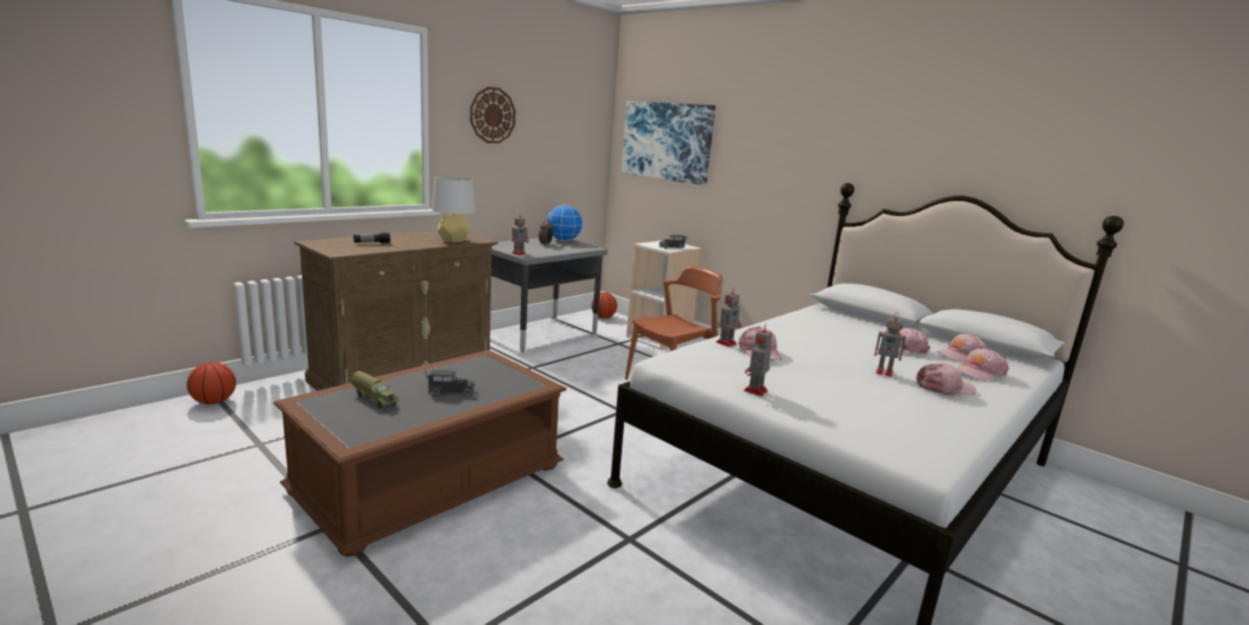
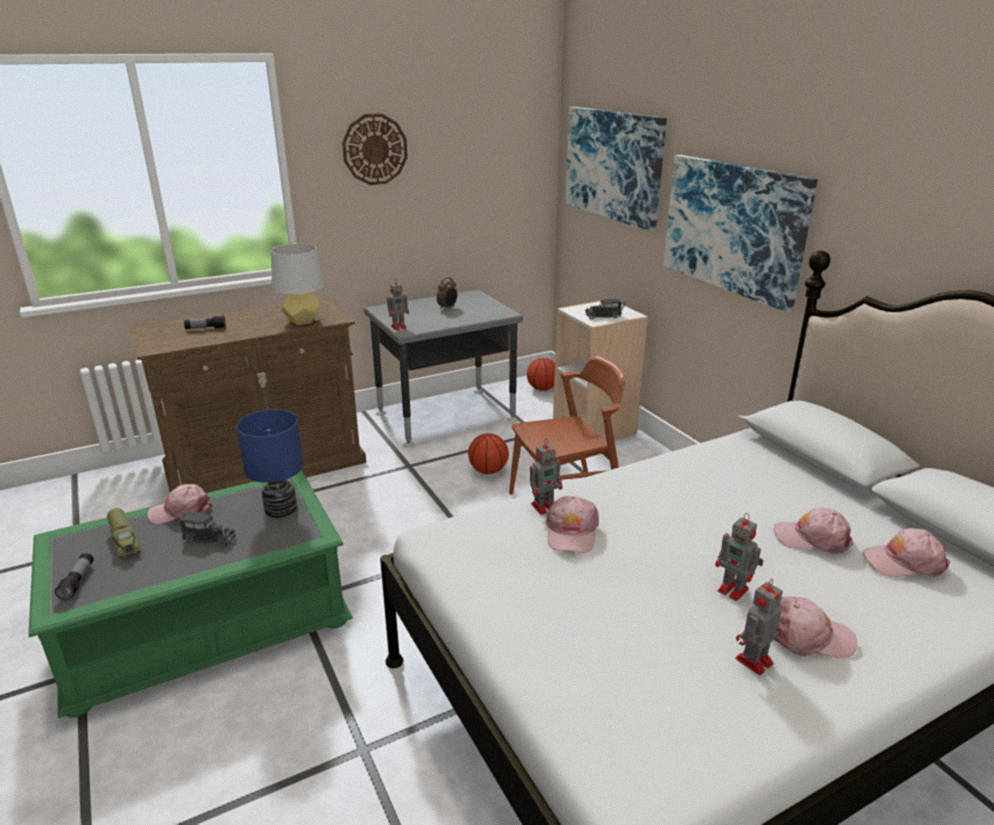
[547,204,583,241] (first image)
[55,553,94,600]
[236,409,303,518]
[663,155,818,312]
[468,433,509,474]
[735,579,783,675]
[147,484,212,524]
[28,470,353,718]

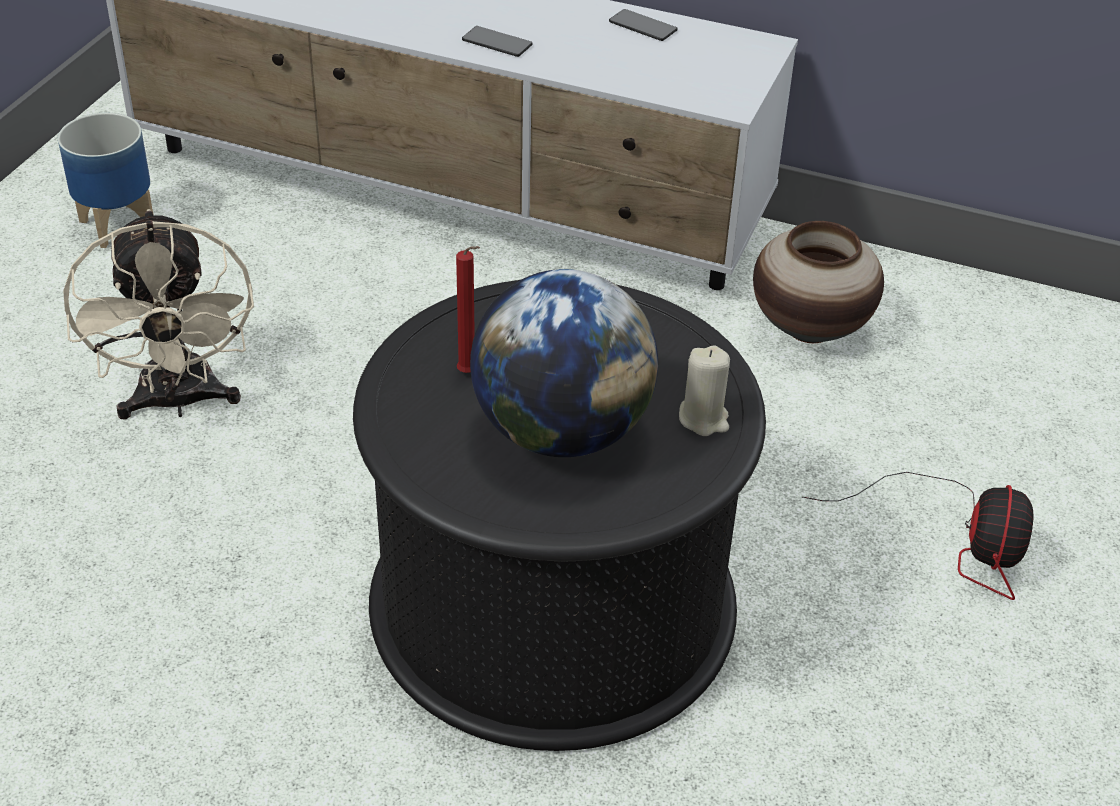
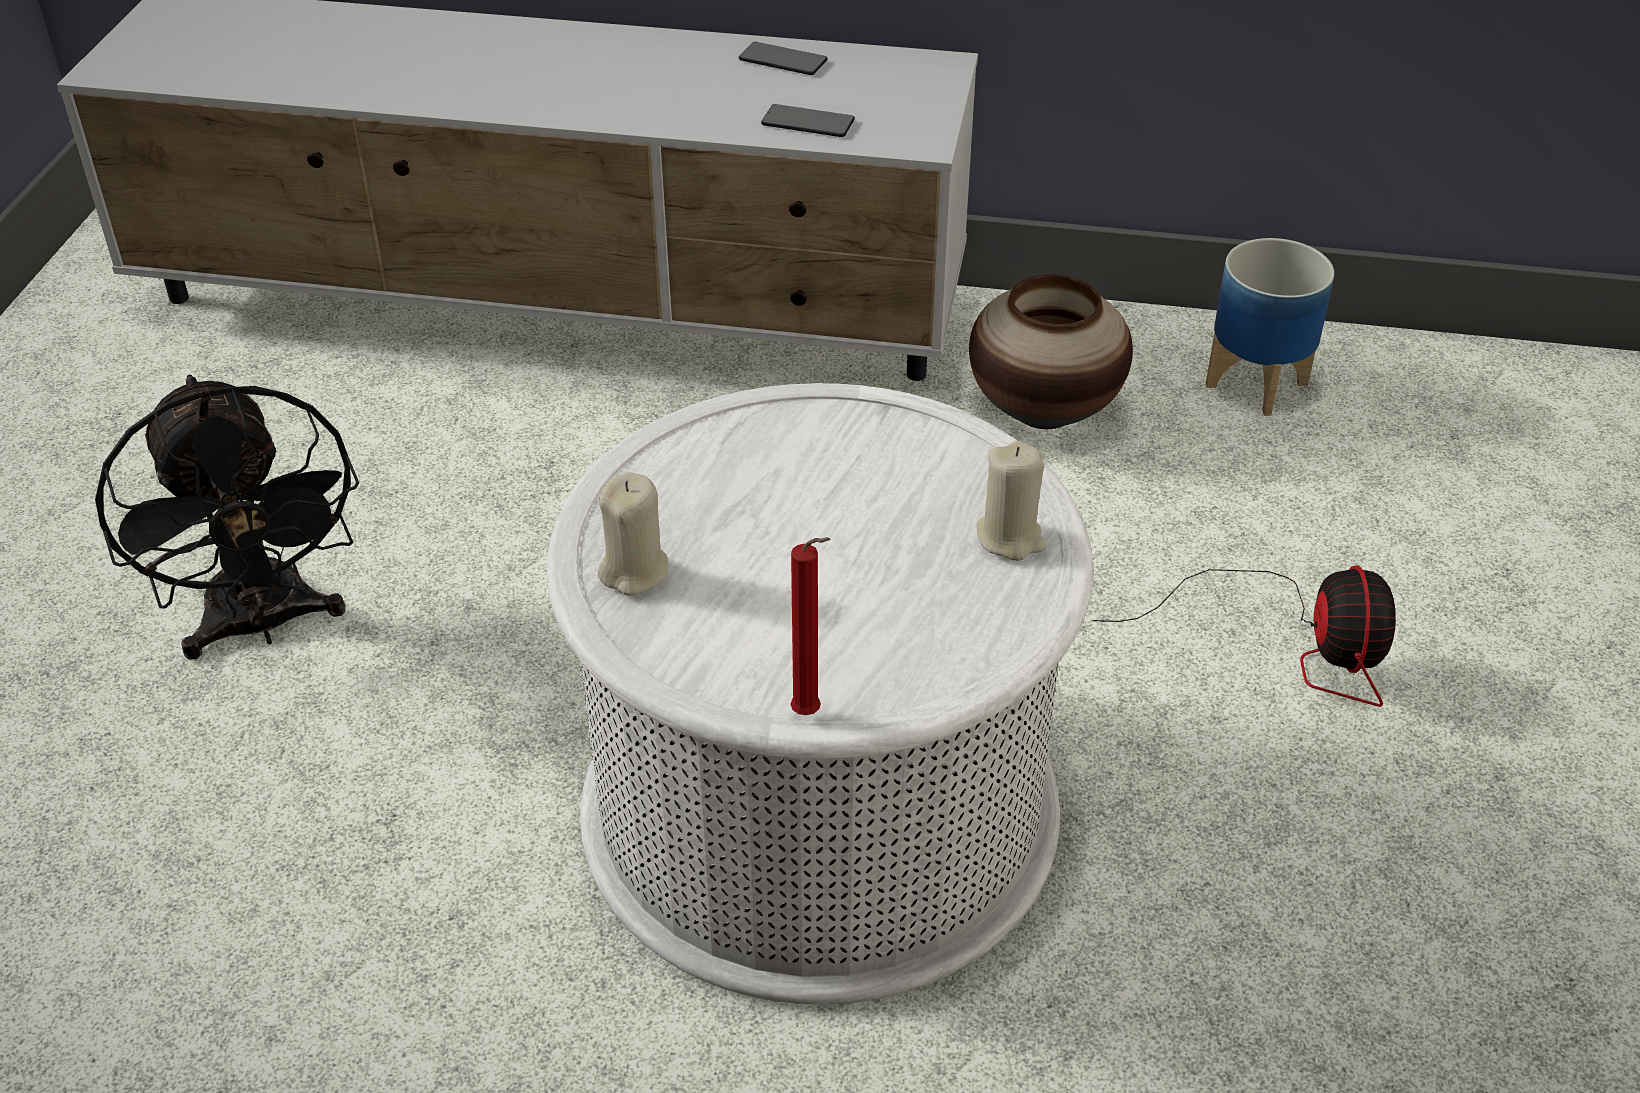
[470,269,658,457] (first image)
[598,472,668,596]
[1206,238,1335,416]
[790,537,831,715]
[761,104,855,137]
[95,375,359,660]
[547,383,1093,1005]

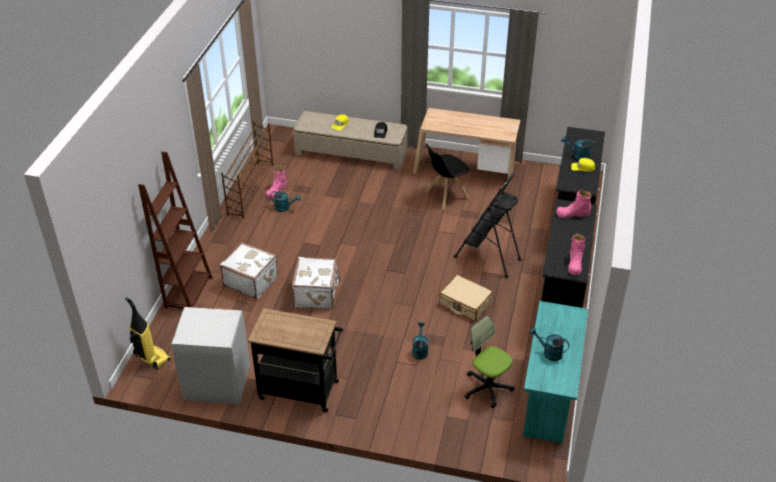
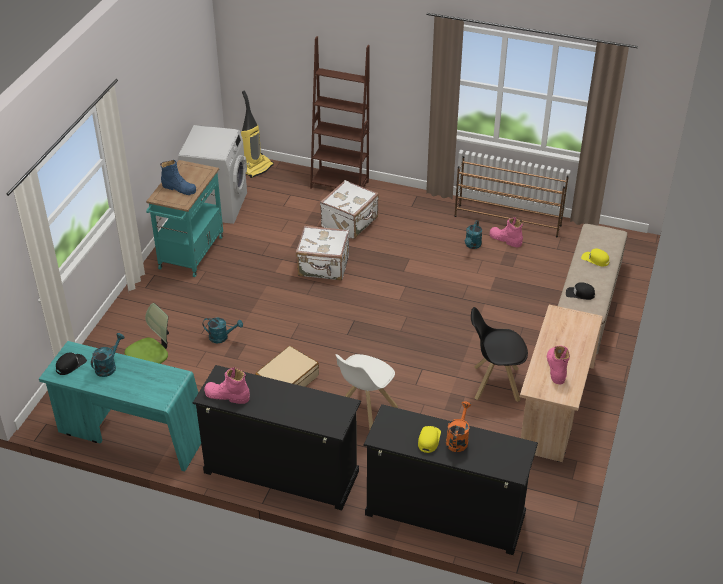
[56,353,87,375]
[160,160,196,195]
[547,346,570,384]
[336,354,398,431]
[146,160,223,277]
[446,401,471,452]
[471,307,528,402]

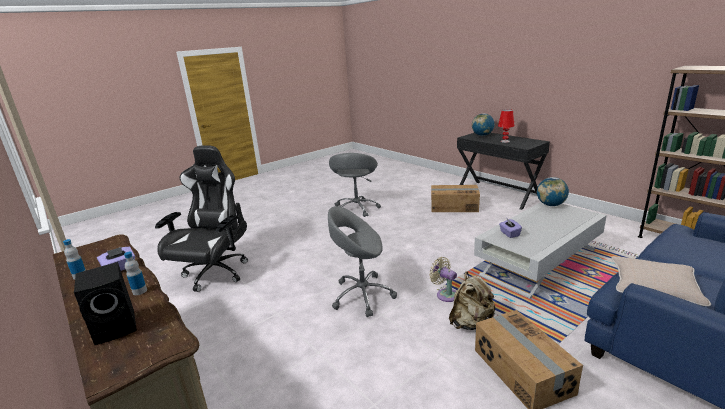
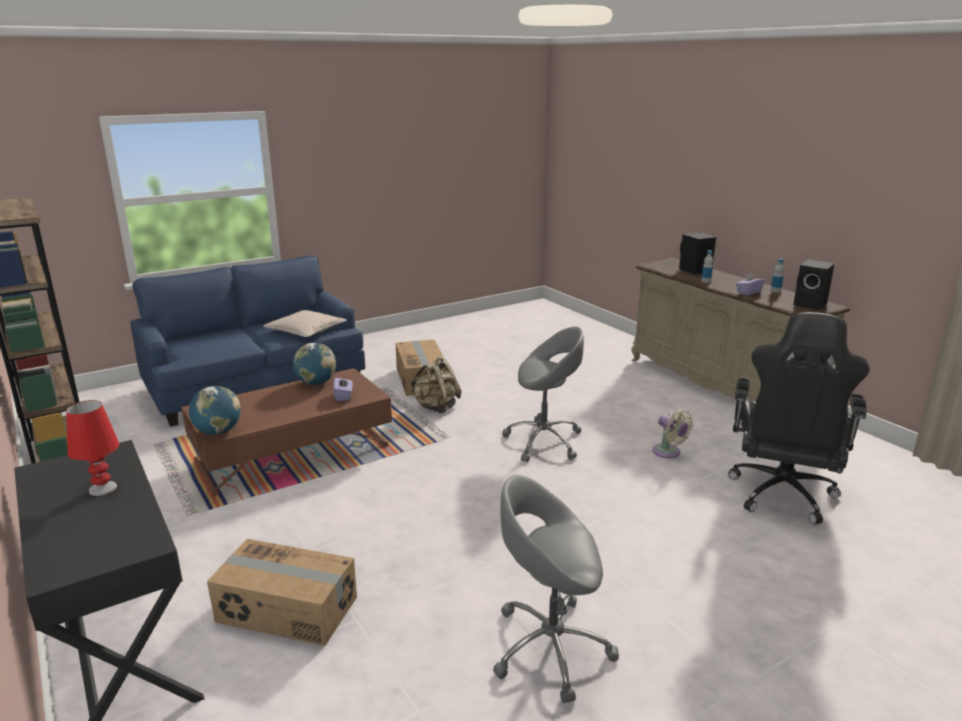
[793,260,835,310]
[652,410,693,458]
[293,343,336,385]
[181,368,392,496]
[493,475,619,703]

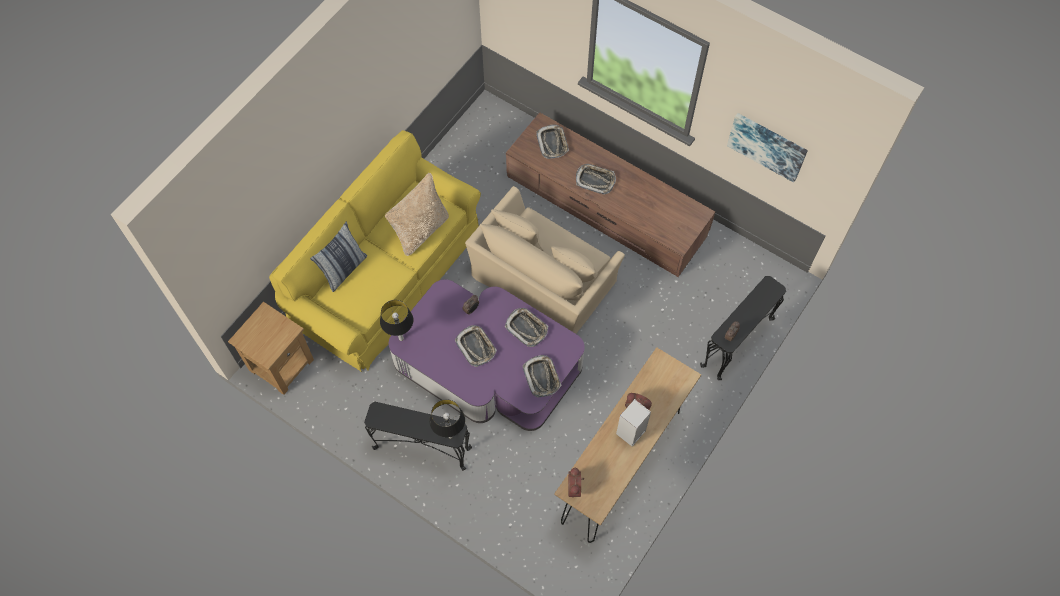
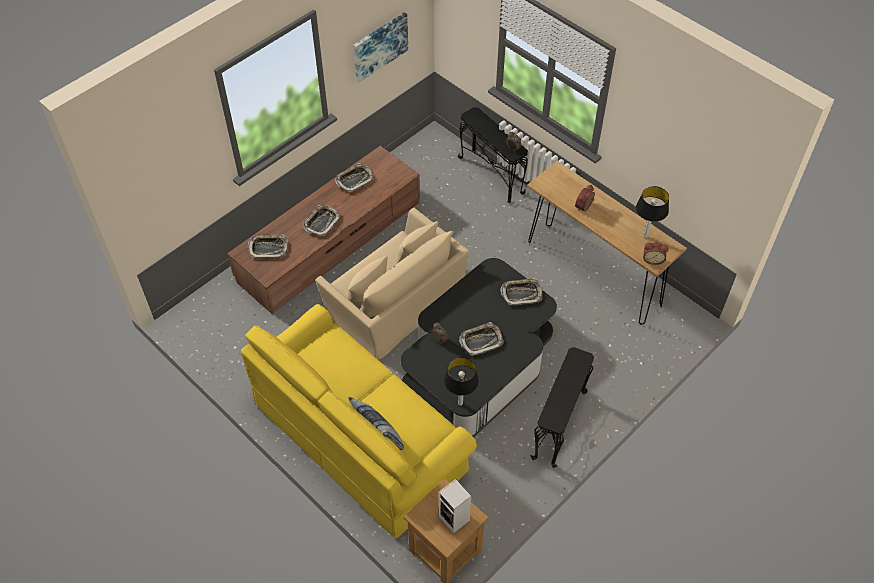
[385,172,449,256] (first image)
[636,186,669,238]
[335,163,374,192]
[438,479,471,534]
[400,258,557,437]

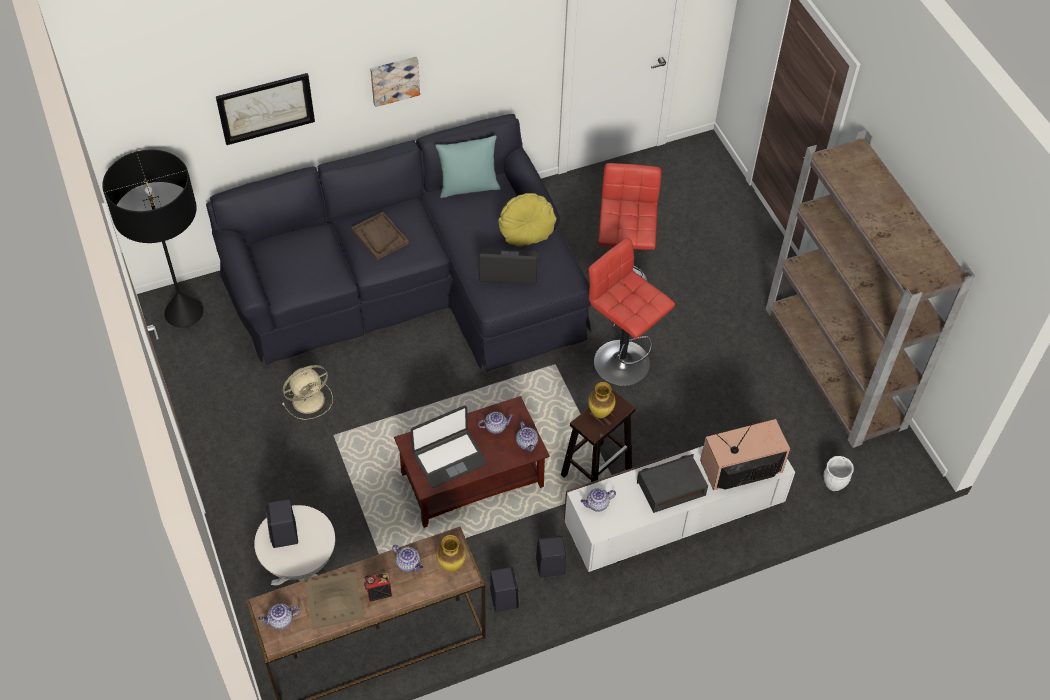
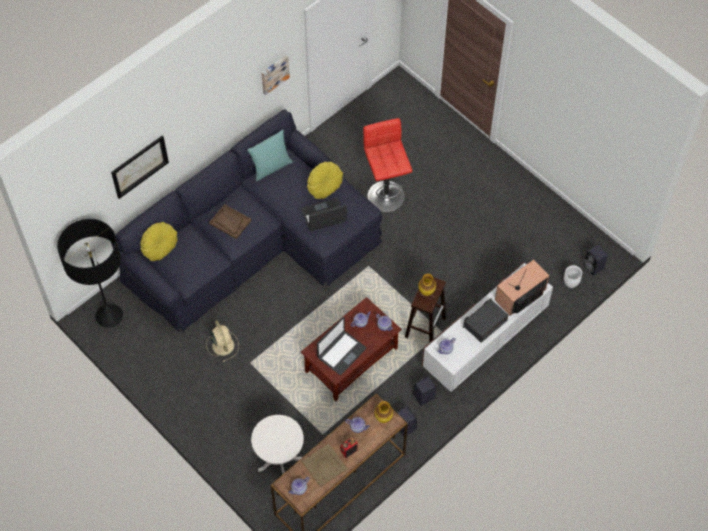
[589,238,675,386] (first image)
[766,130,975,448] (first image)
[140,222,177,261]
[583,245,608,275]
[261,55,290,95]
[206,320,239,362]

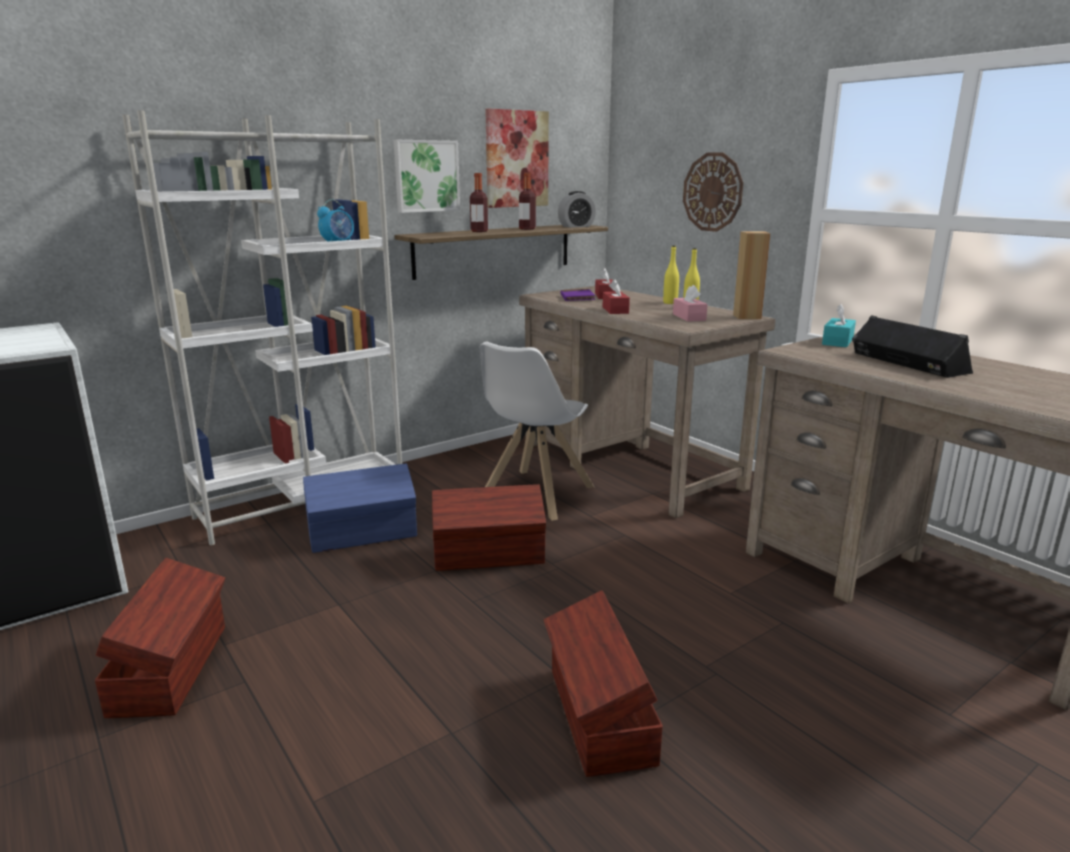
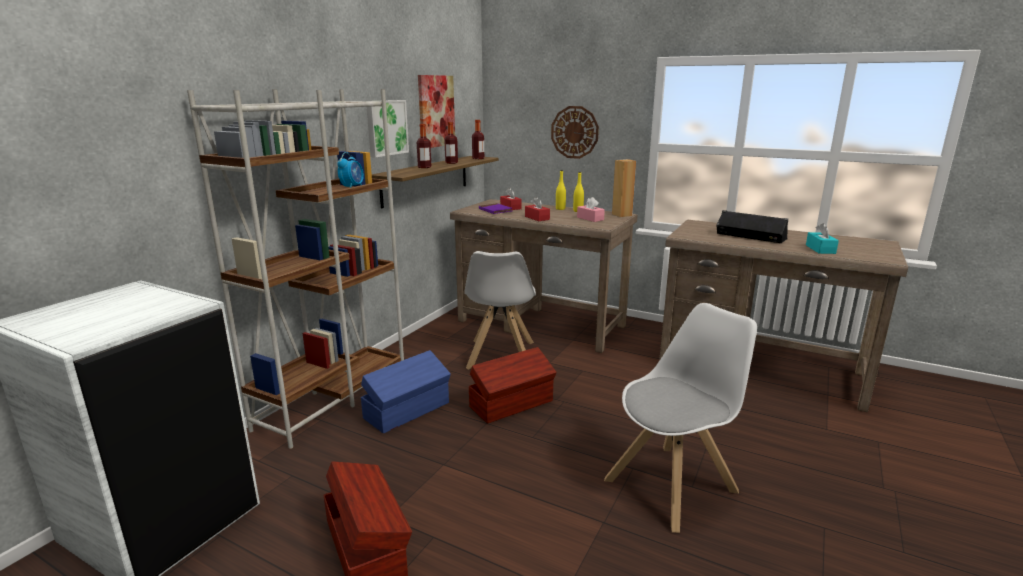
[806,223,839,254]
[604,303,757,533]
[472,120,484,159]
[187,89,404,449]

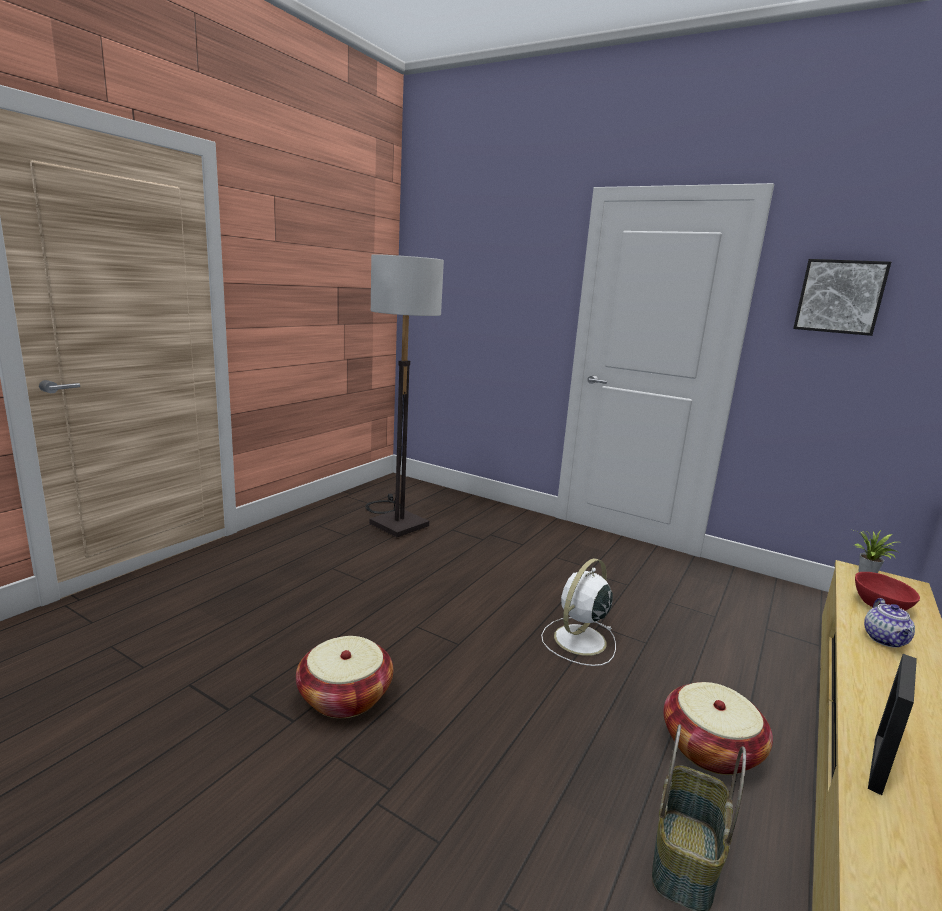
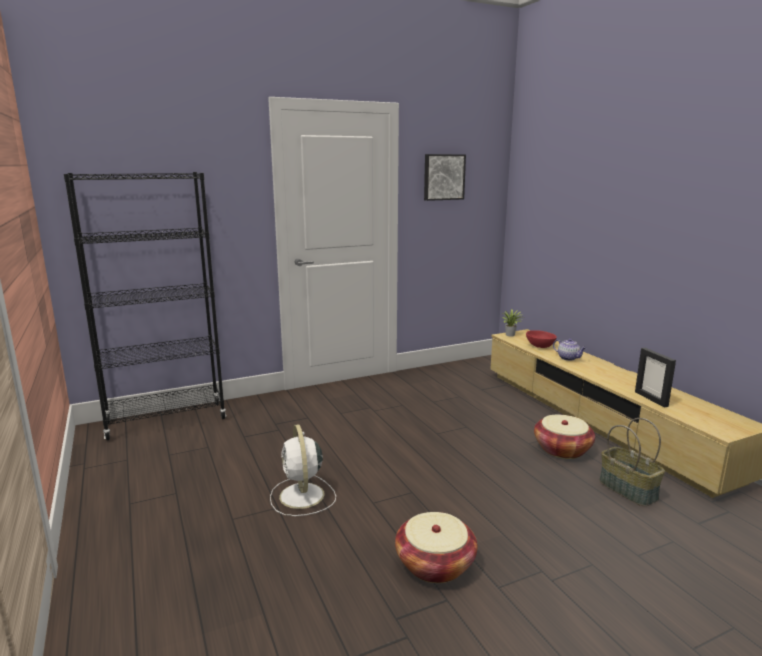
[365,254,444,537] (first image)
[64,172,226,441]
[270,424,336,516]

